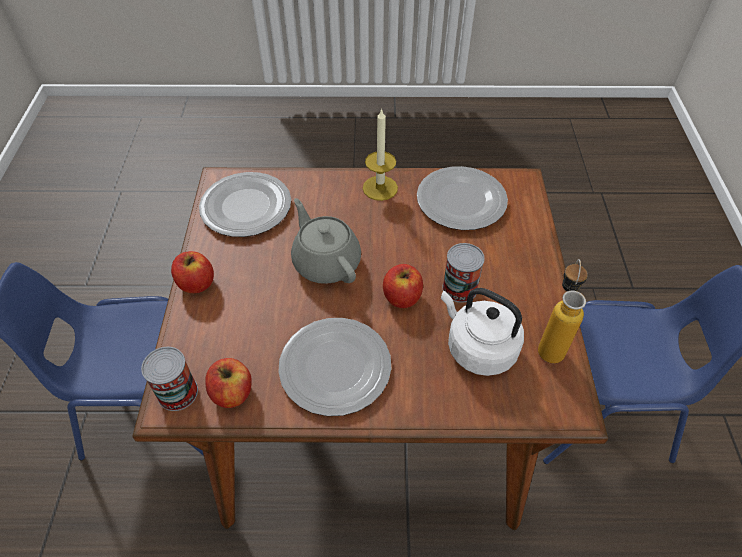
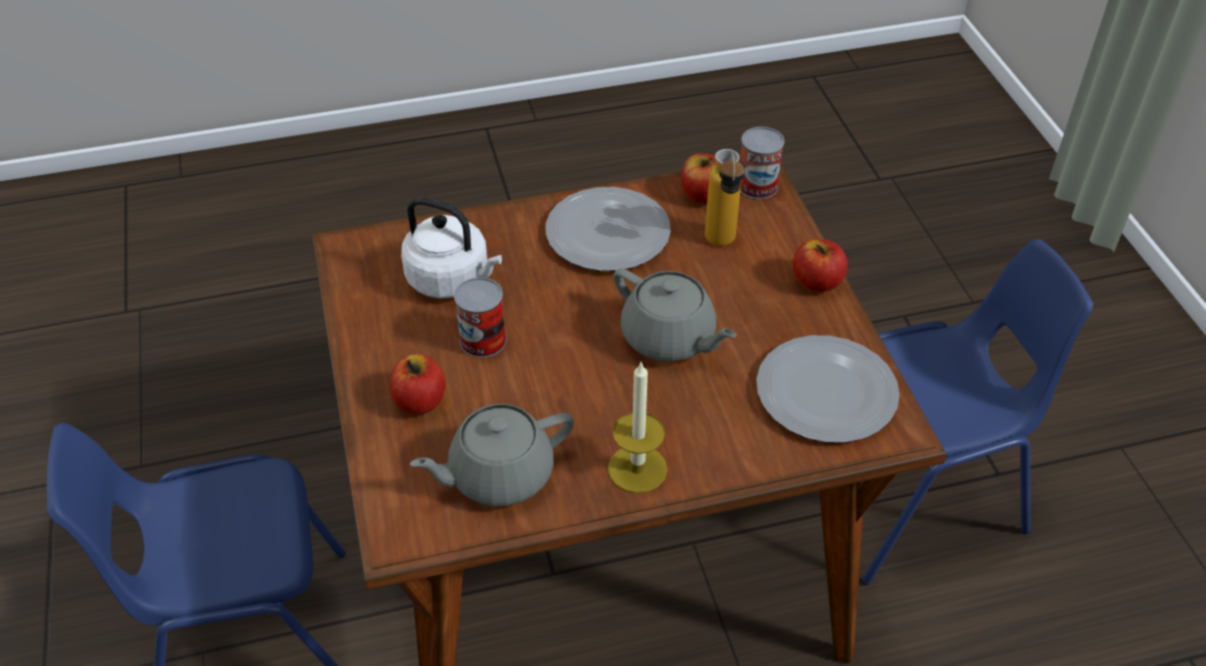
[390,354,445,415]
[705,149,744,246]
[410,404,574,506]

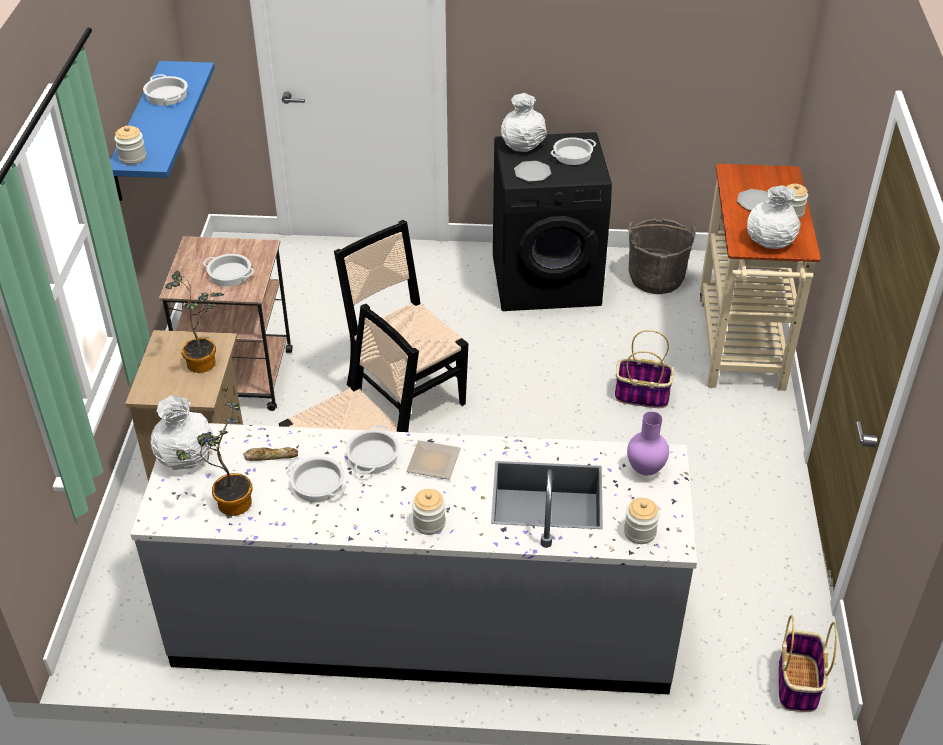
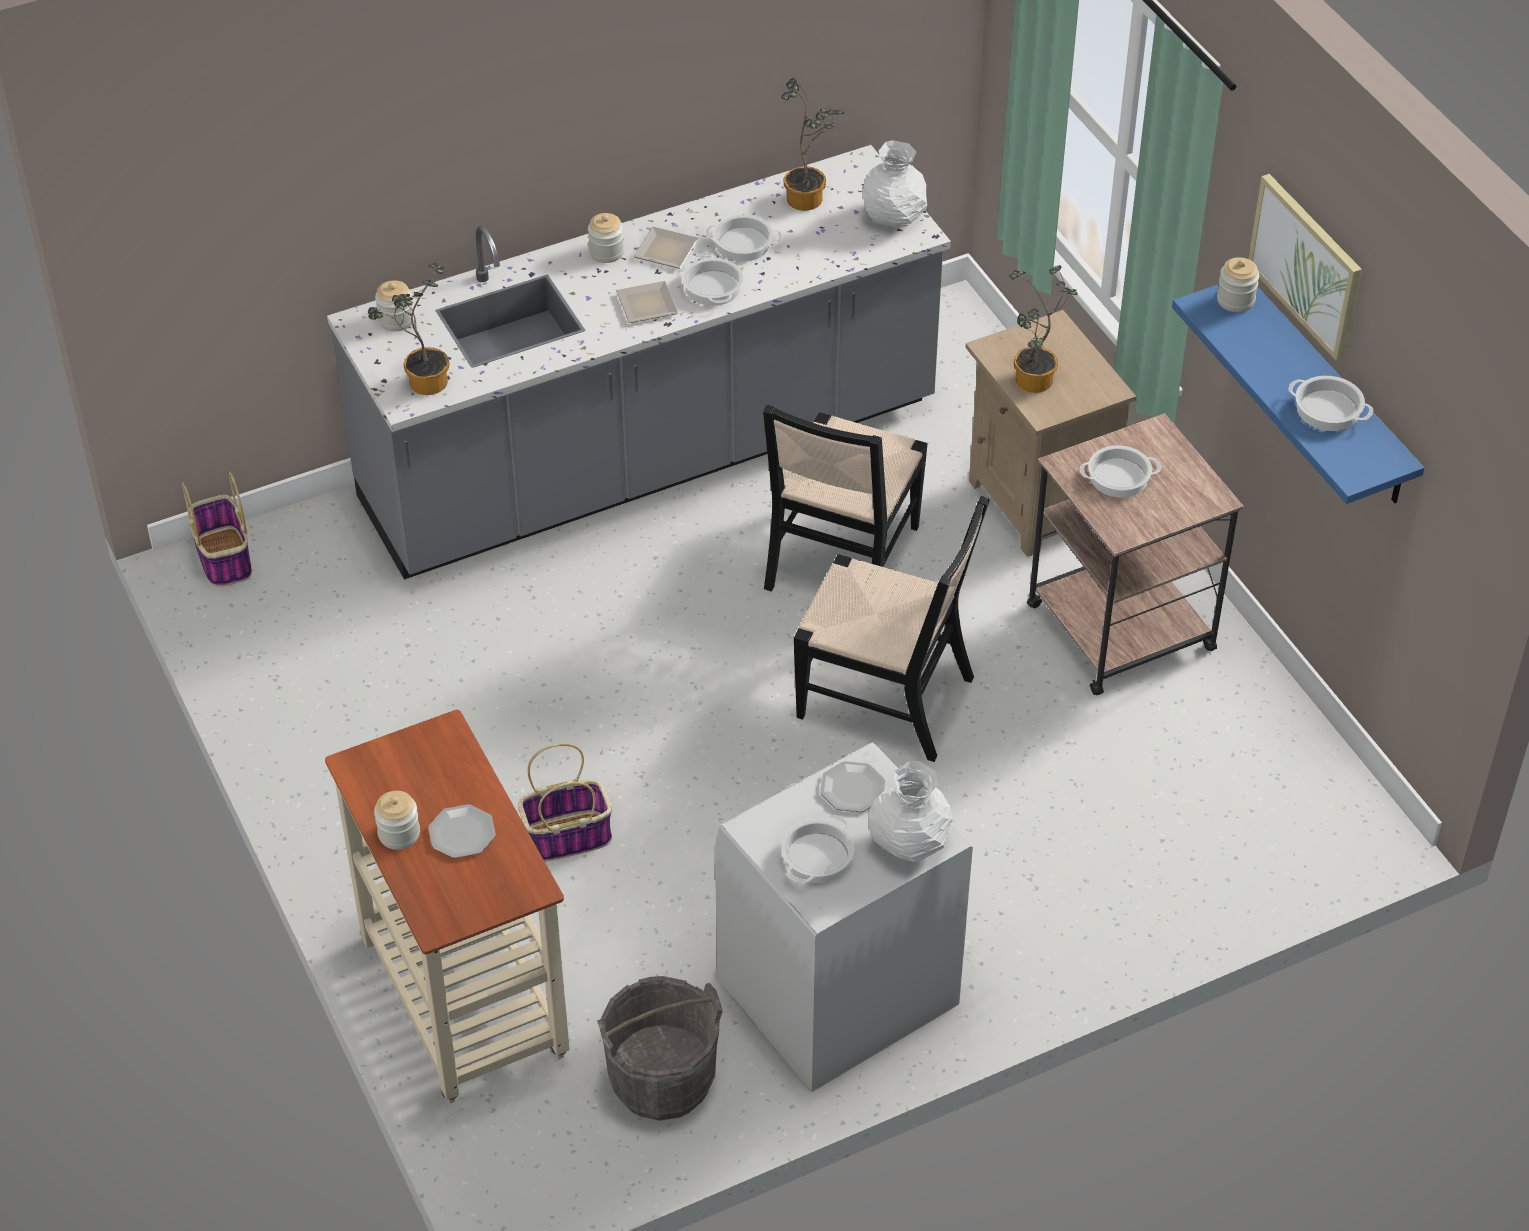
[243,447,298,461] (first image)
[747,185,801,249] (first image)
[633,227,698,269]
[1248,174,1362,361]
[368,263,450,395]
[715,742,973,1092]

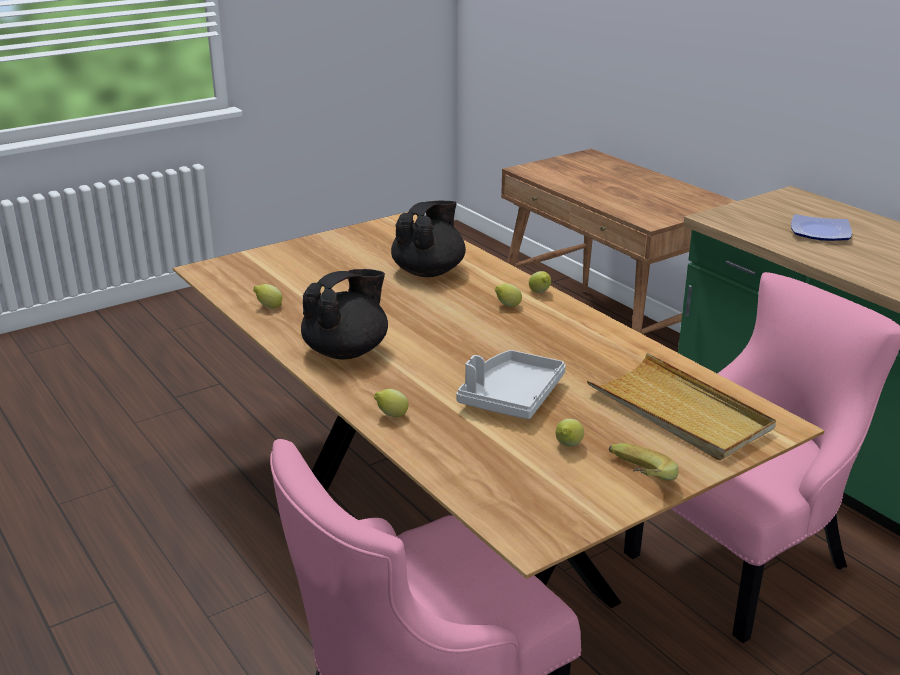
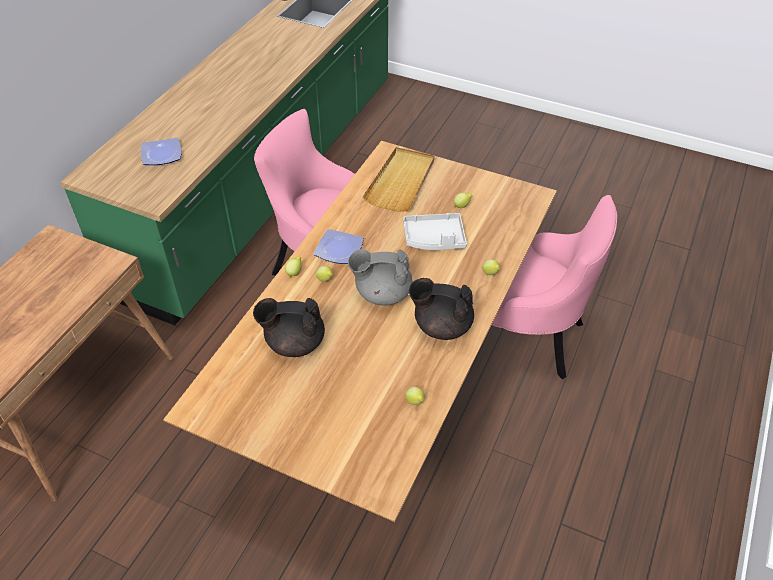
[609,443,679,481] (first image)
[314,229,364,264]
[348,249,413,306]

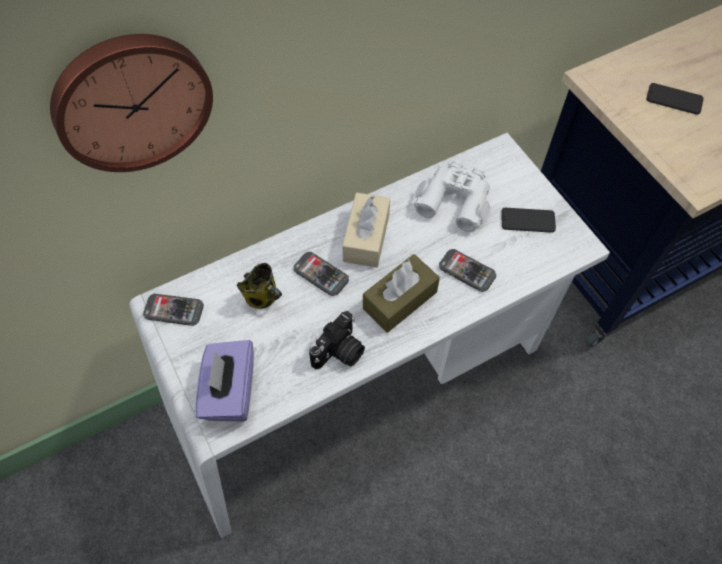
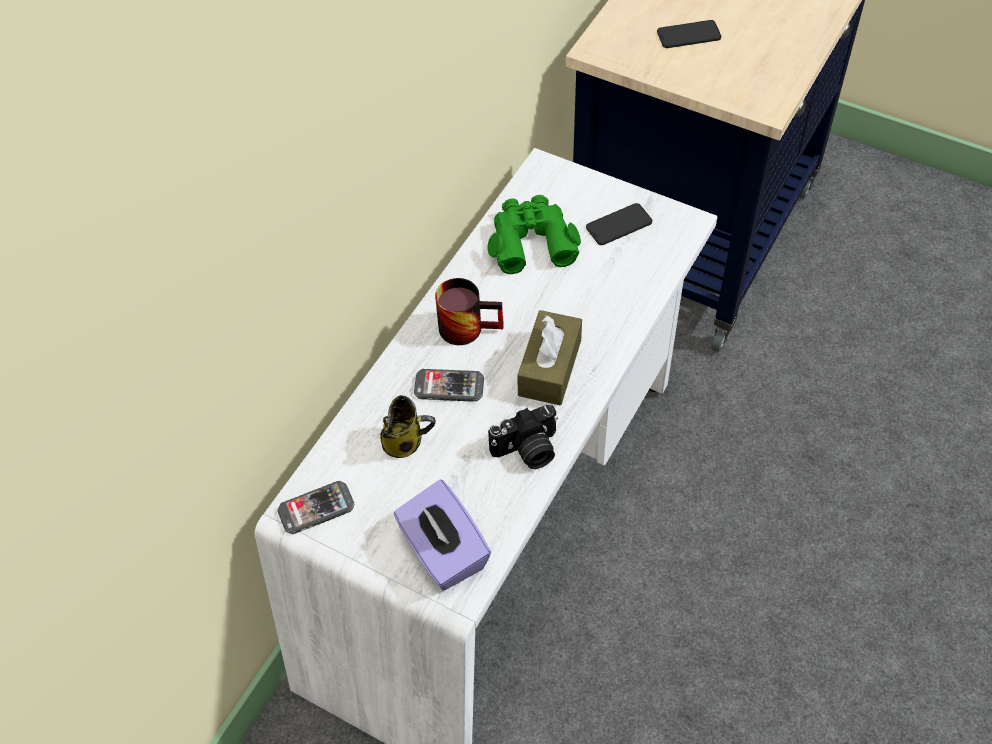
[50,34,213,172] (first image)
[439,249,496,292] (first image)
[435,278,504,345]
[487,195,581,274]
[488,405,558,469]

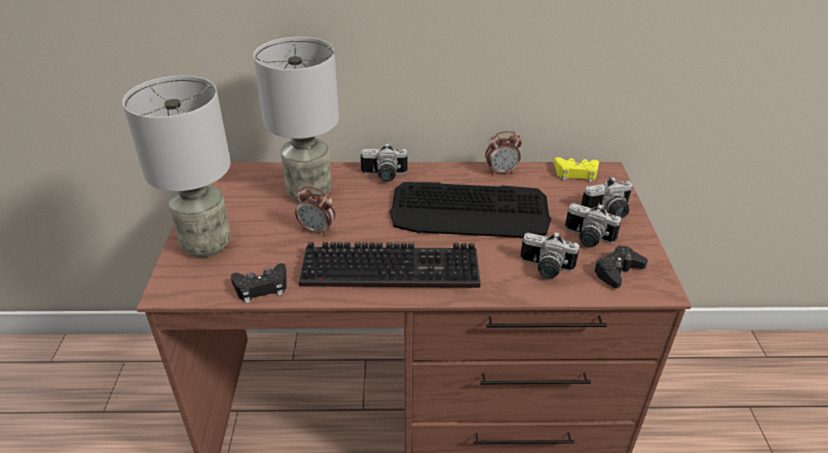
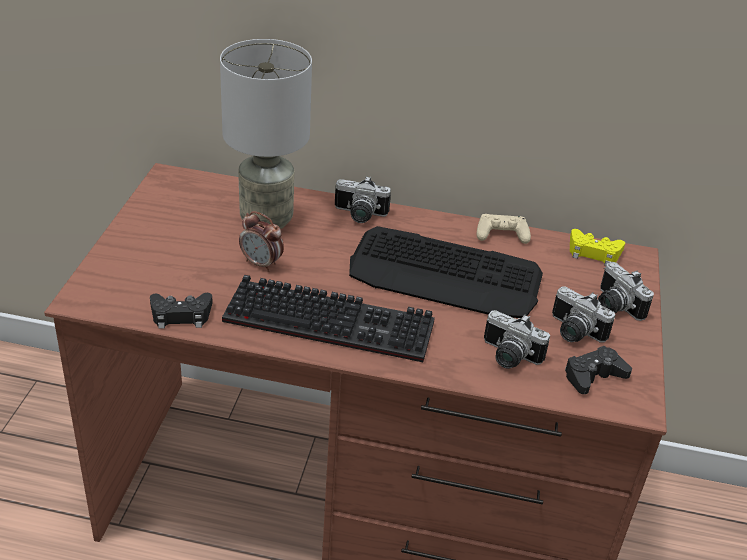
[122,76,231,258] (first image)
[477,214,531,244]
[598,262,654,321]

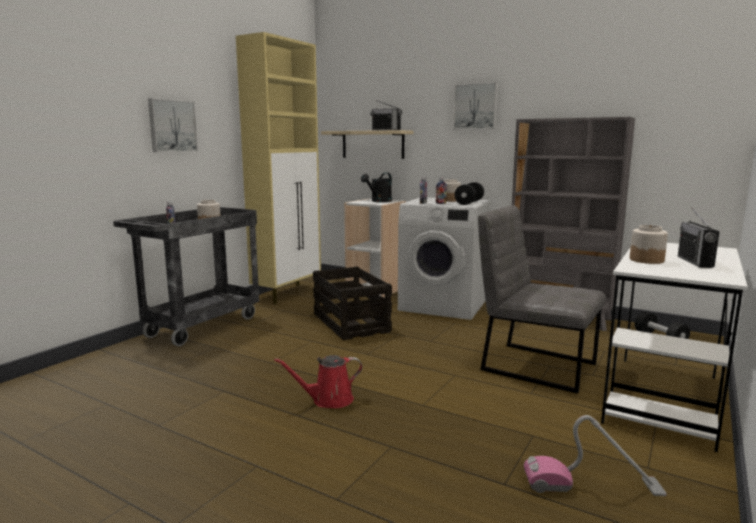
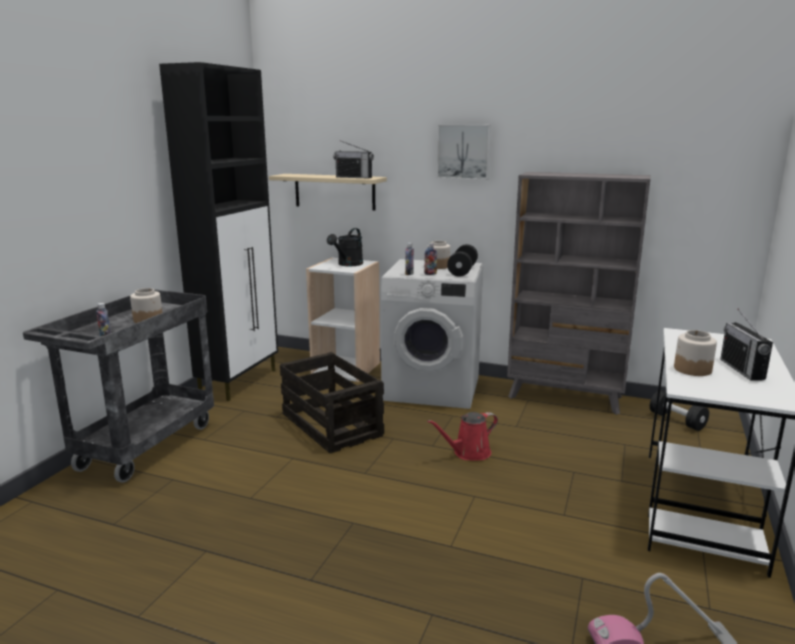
[148,98,198,152] (first image)
[478,205,605,394] (first image)
[427,412,498,460]
[159,62,278,401]

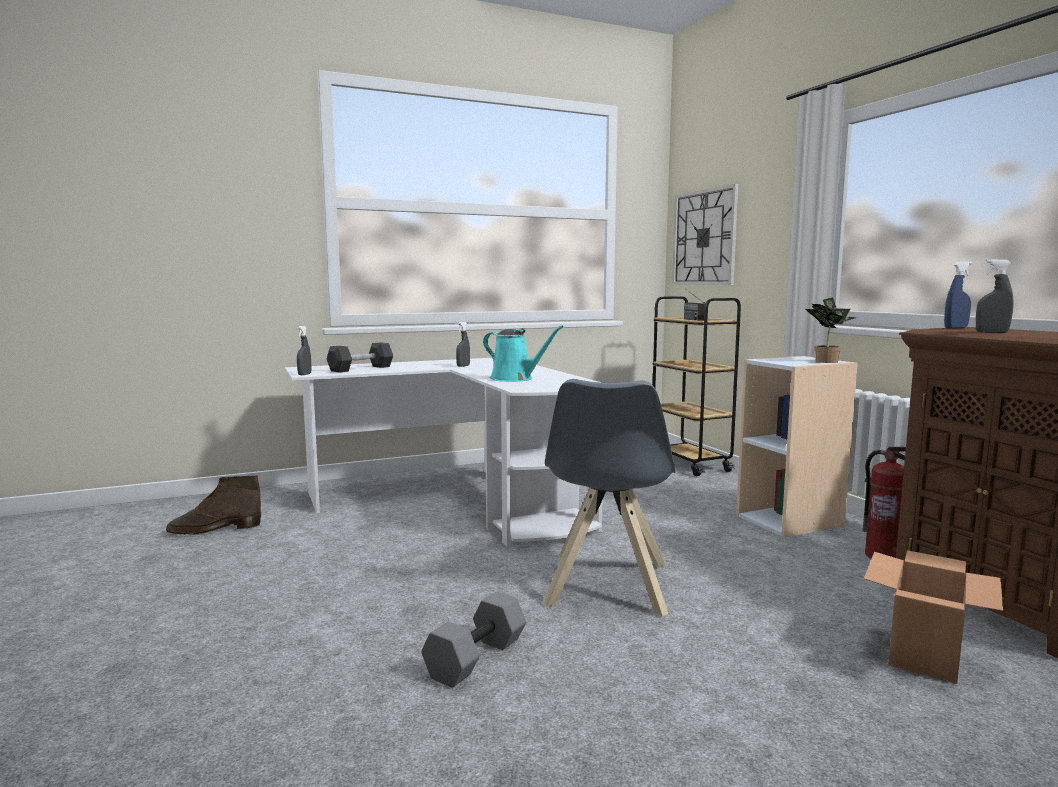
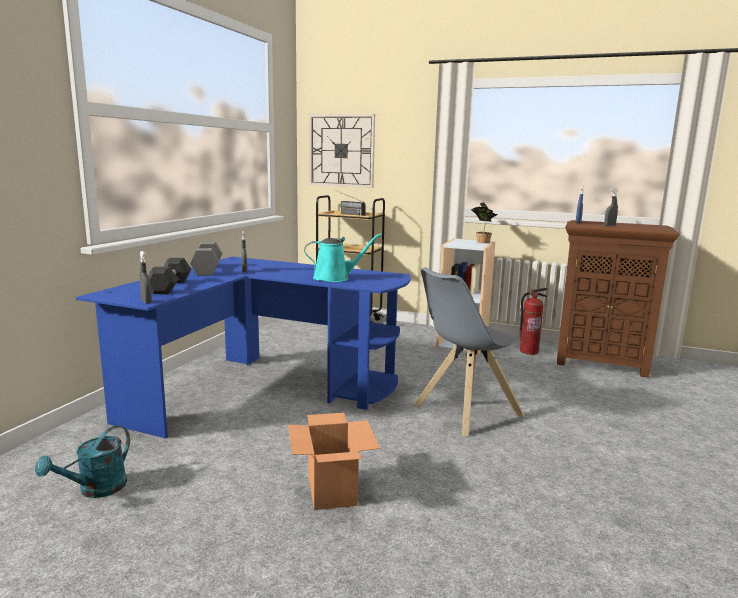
[190,242,222,276]
[288,413,380,510]
[35,425,130,498]
[76,257,411,438]
[413,267,524,436]

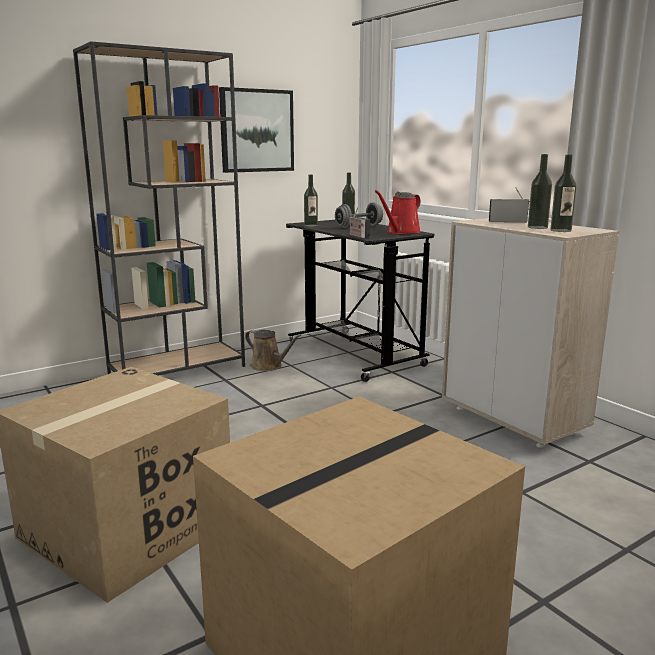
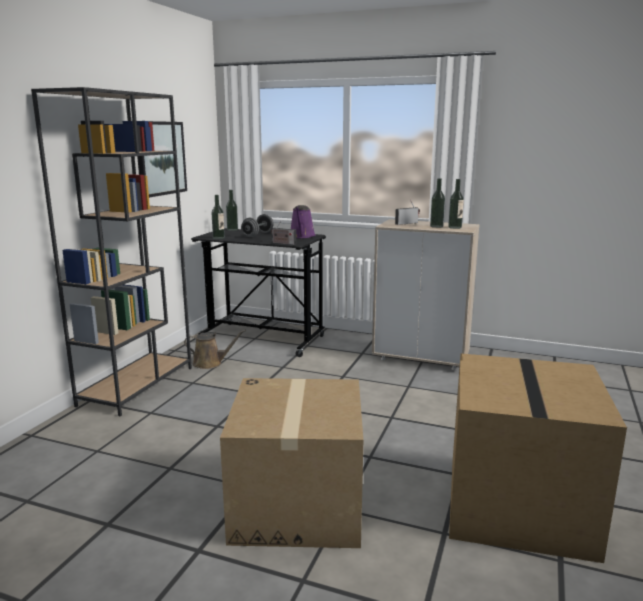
[291,205,316,238]

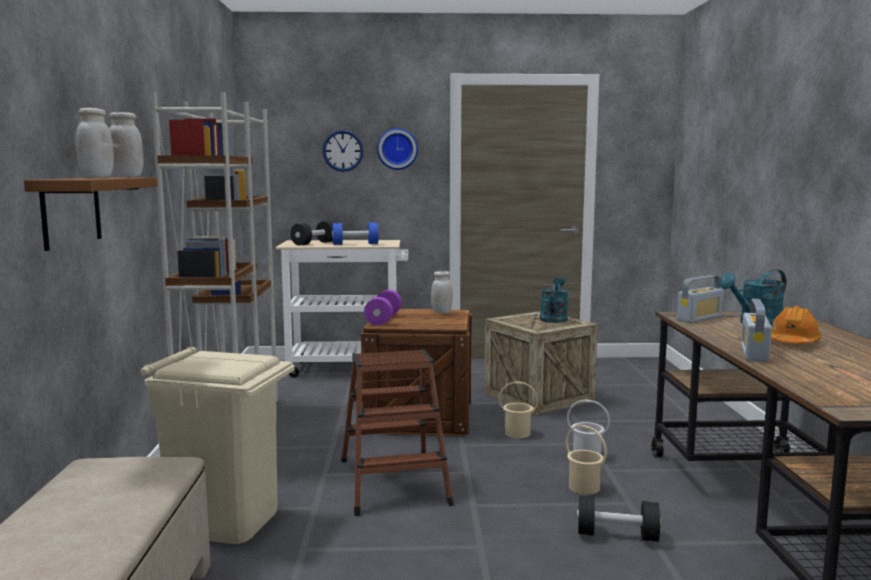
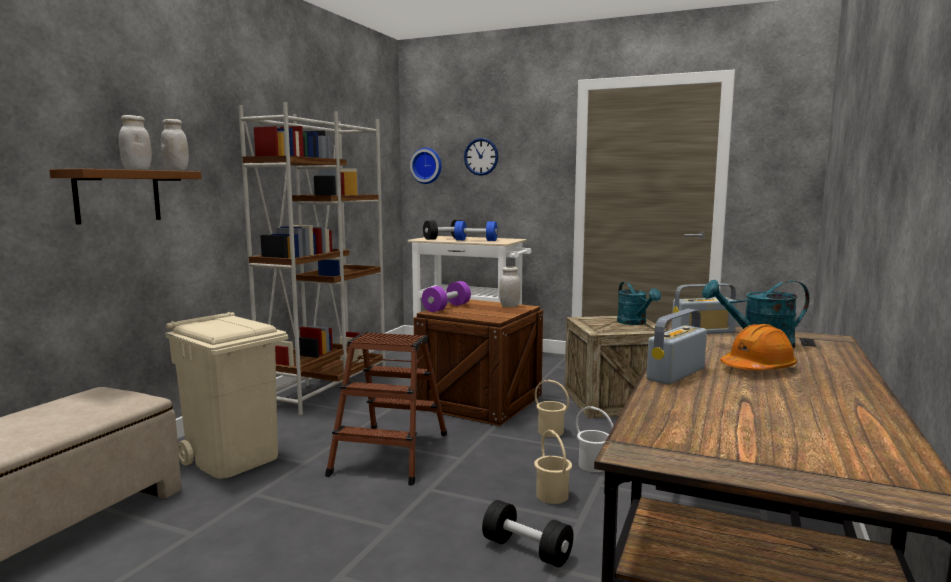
[410,148,442,184]
[617,282,661,325]

